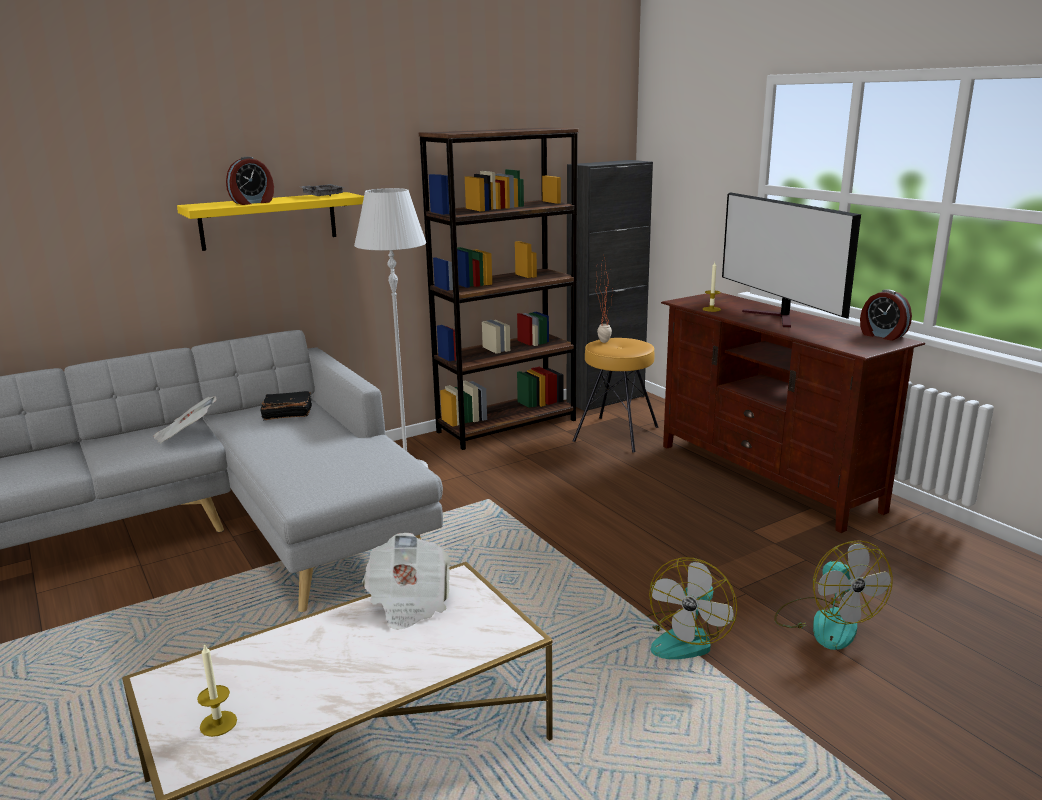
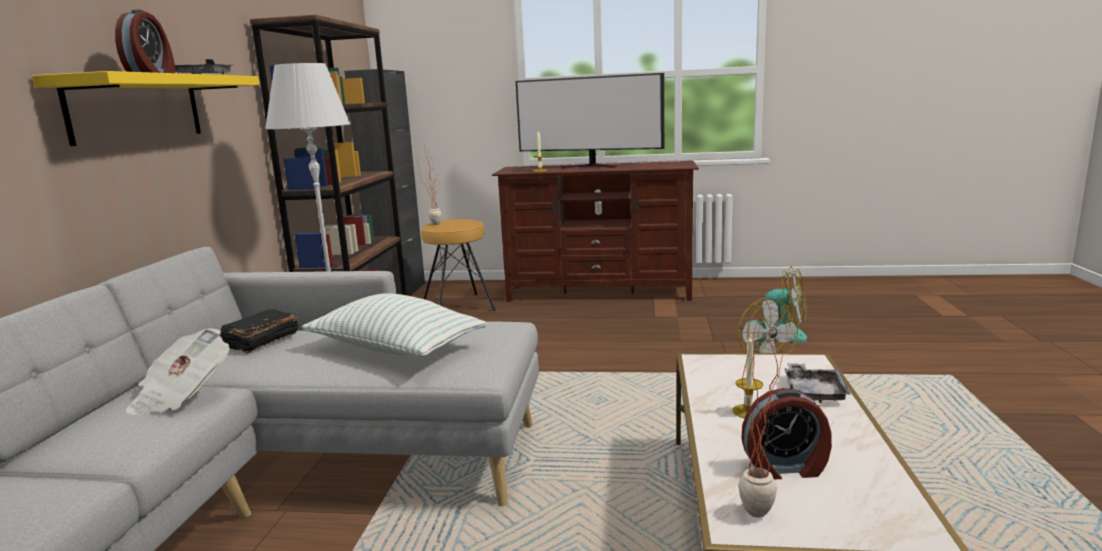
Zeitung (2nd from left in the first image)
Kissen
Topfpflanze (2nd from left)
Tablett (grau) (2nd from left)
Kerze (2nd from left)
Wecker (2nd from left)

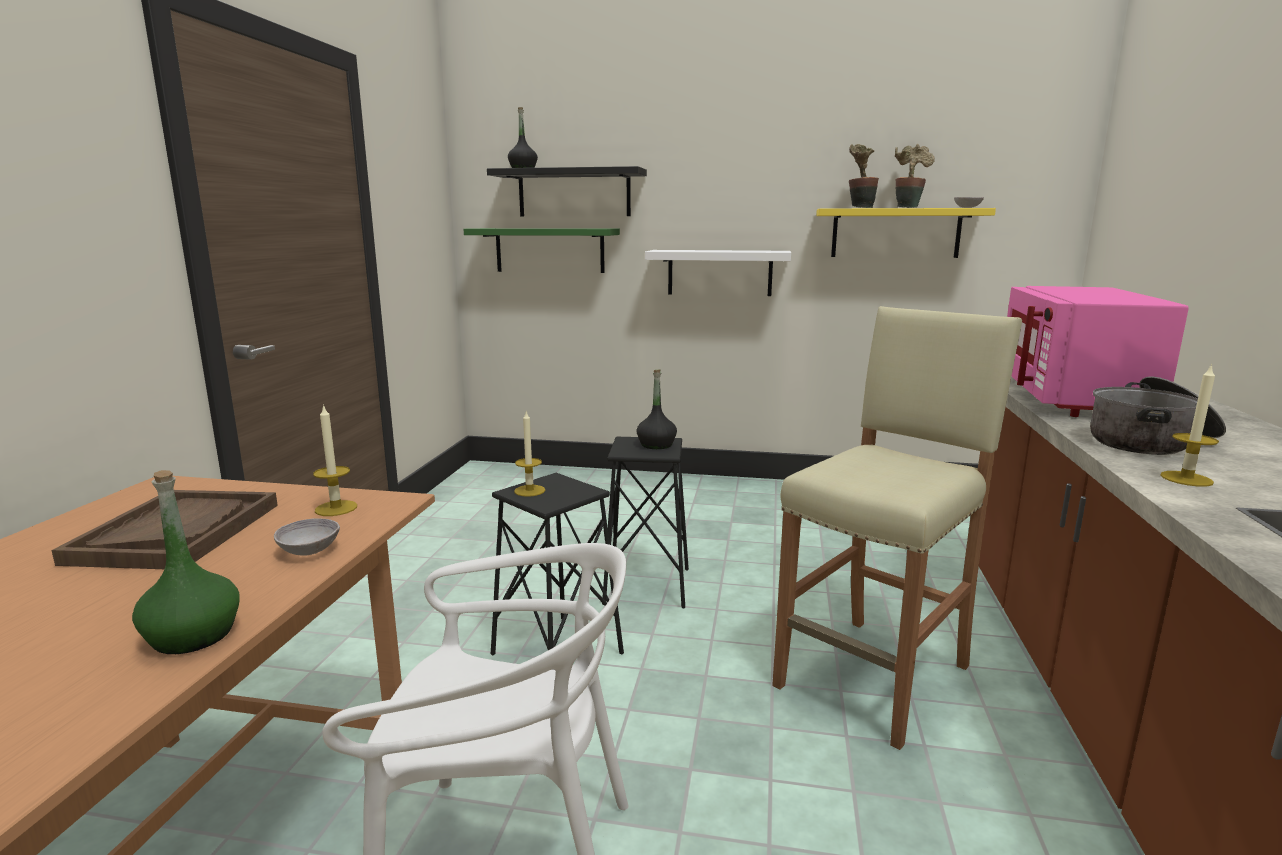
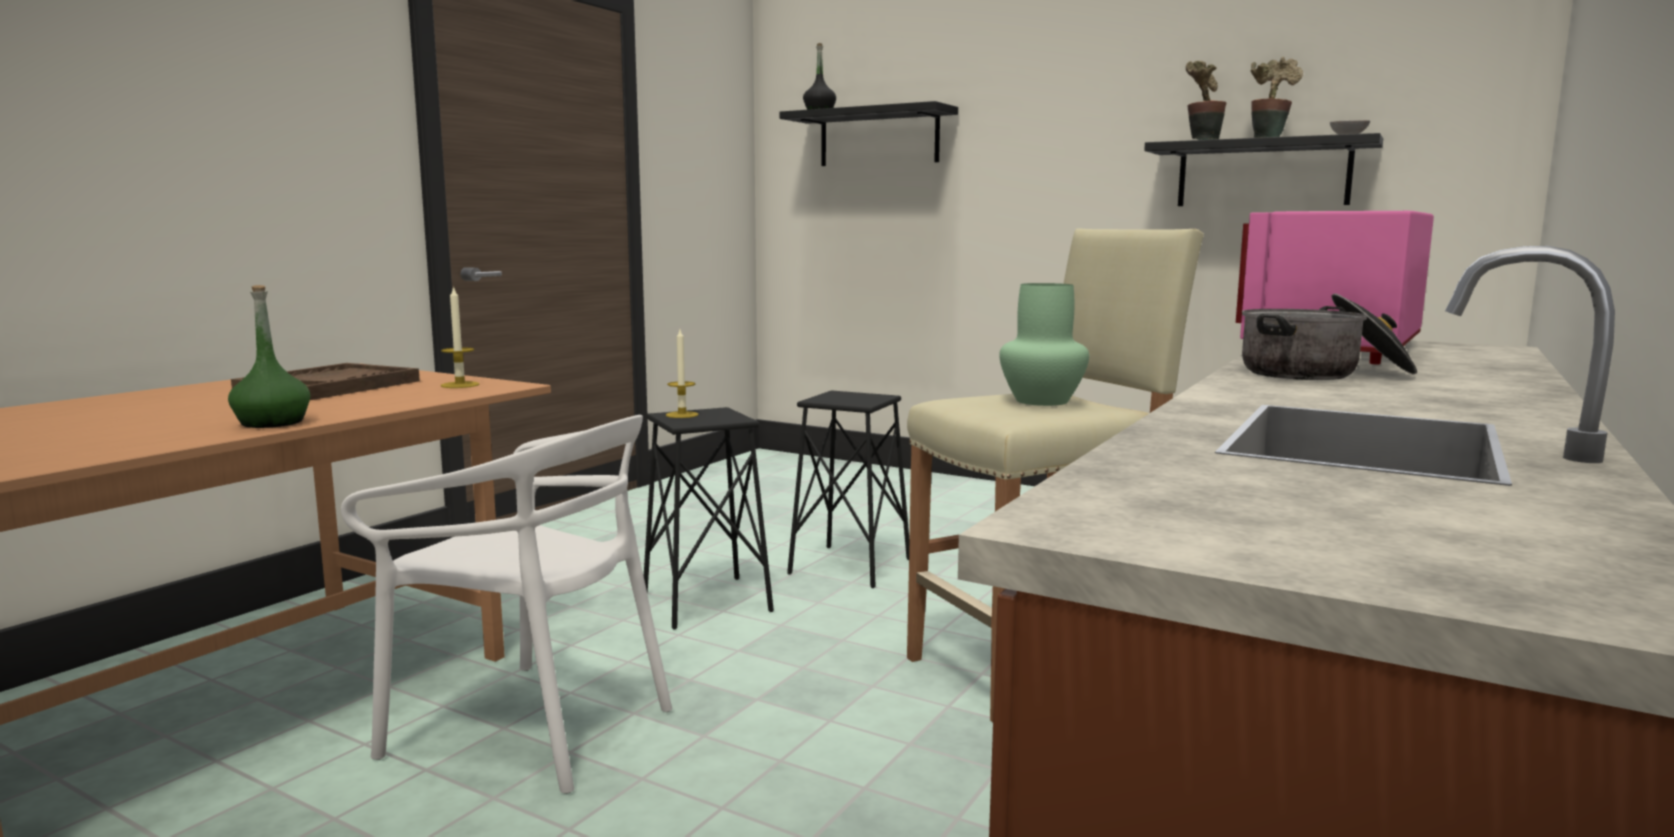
Schüssel (grau) (1st from left in the first image)
Wandregal (grün)
Flasche (schwarz) (2nd from left in the first image)
Wandregal (weiß)
Kerze (3rd from left in the first image)
Vase (grün)
Wandregal (schwarz) (2nd from left)

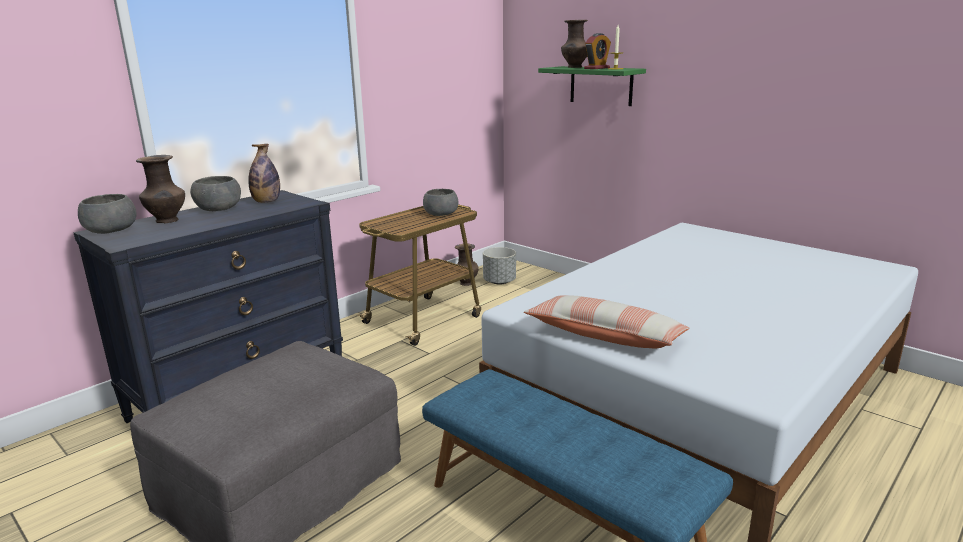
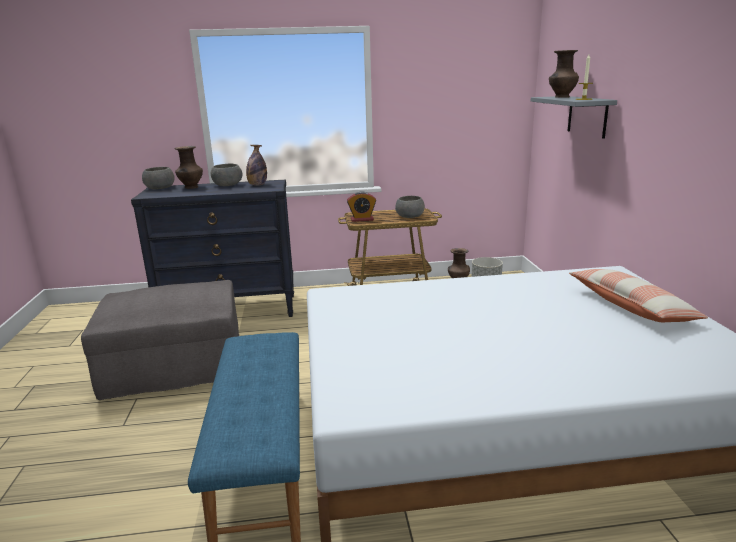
Kissen
Wecker
Wandregal (grau)

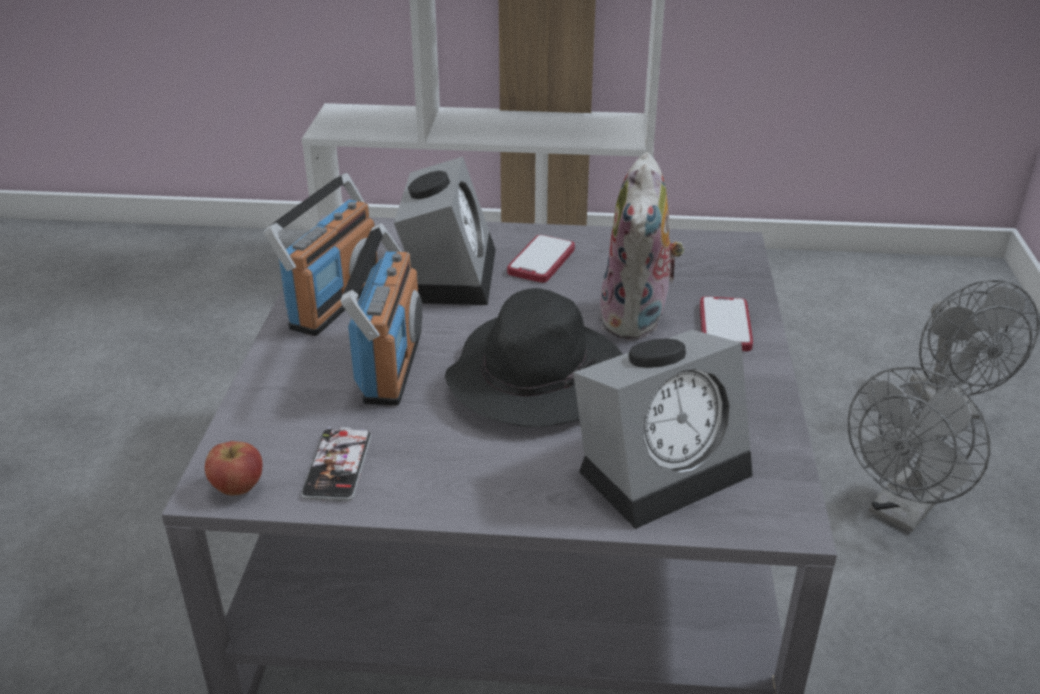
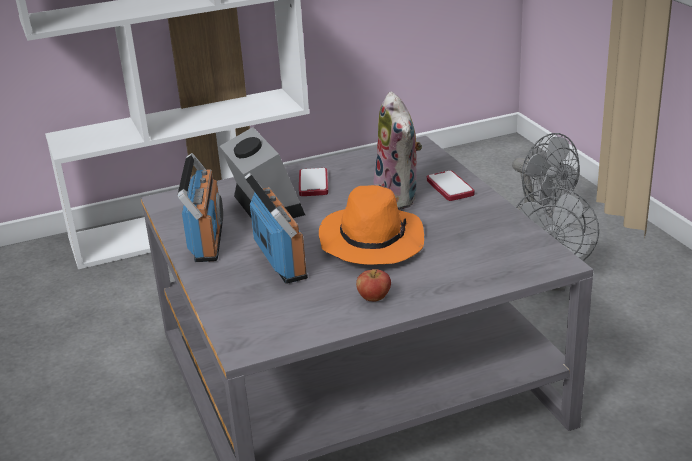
Handy (1st from left in the first image)
Wecker (2nd from left in the first image)
Apfel
Hut (orange)

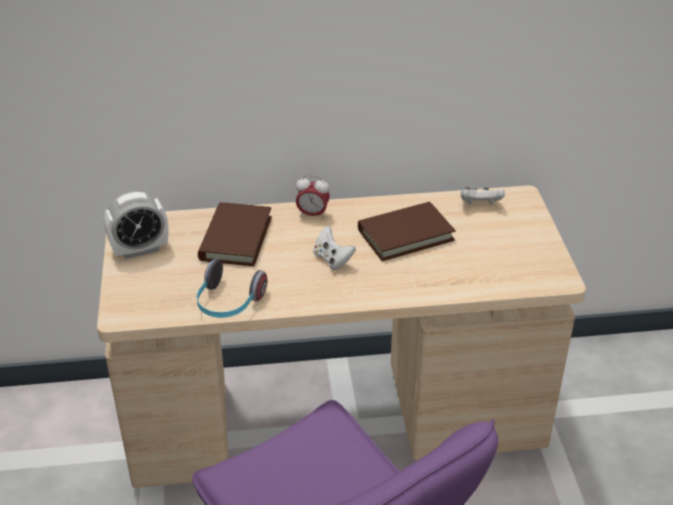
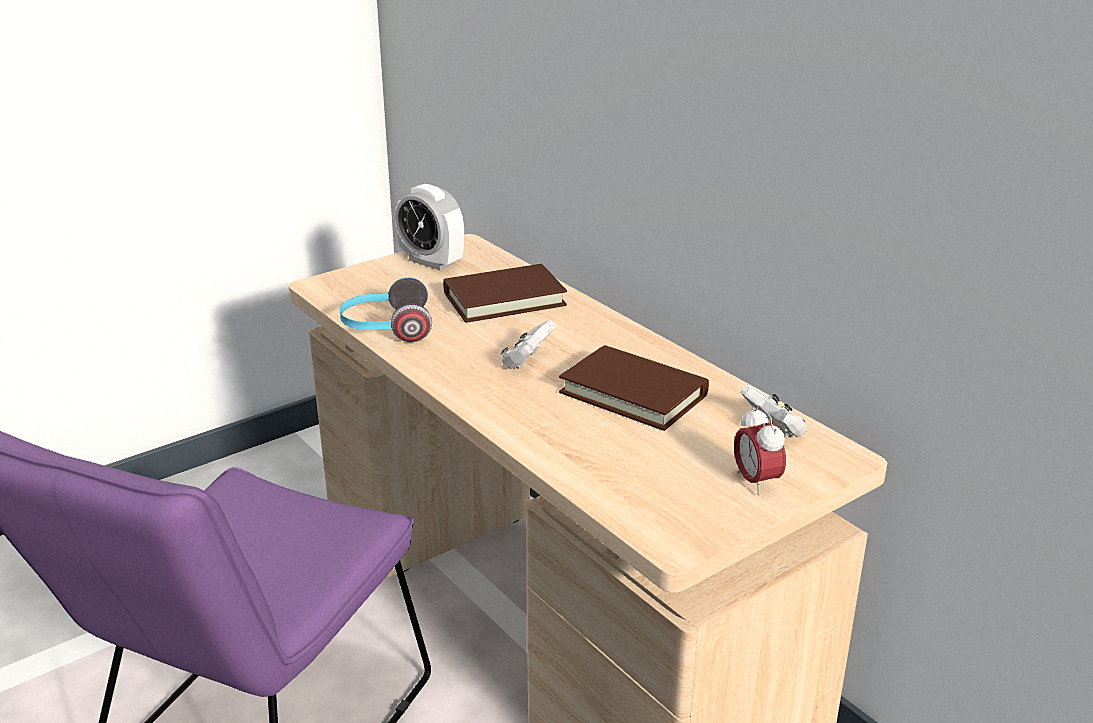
Wecker (2nd from left)

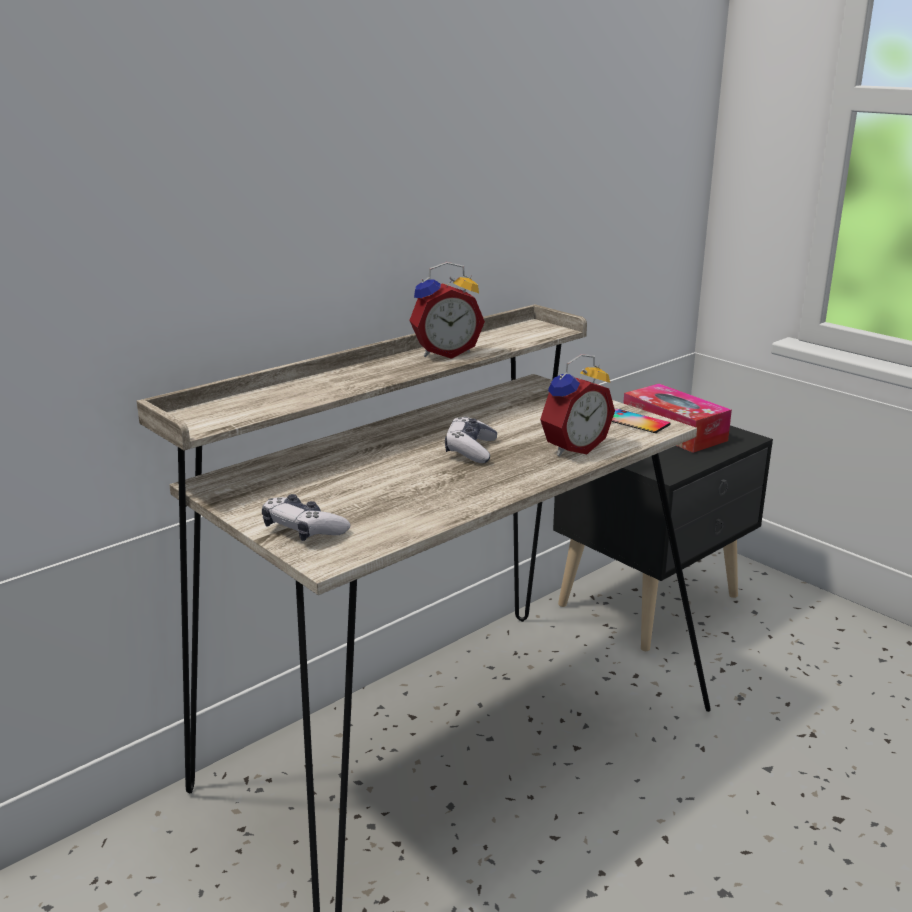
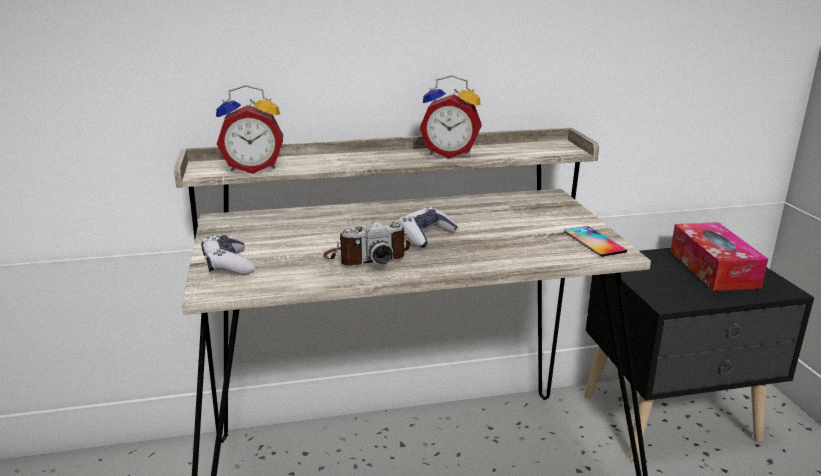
Kamera
Wecker (1st from left)

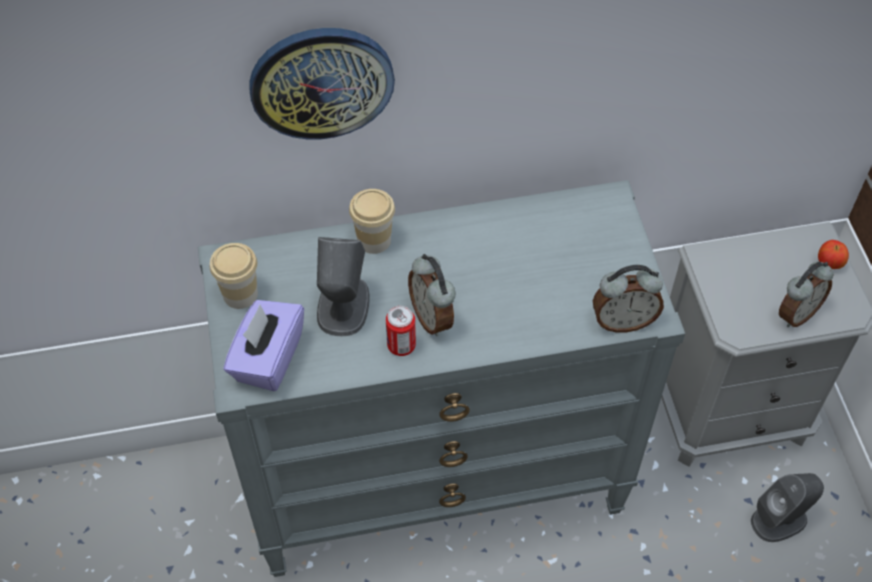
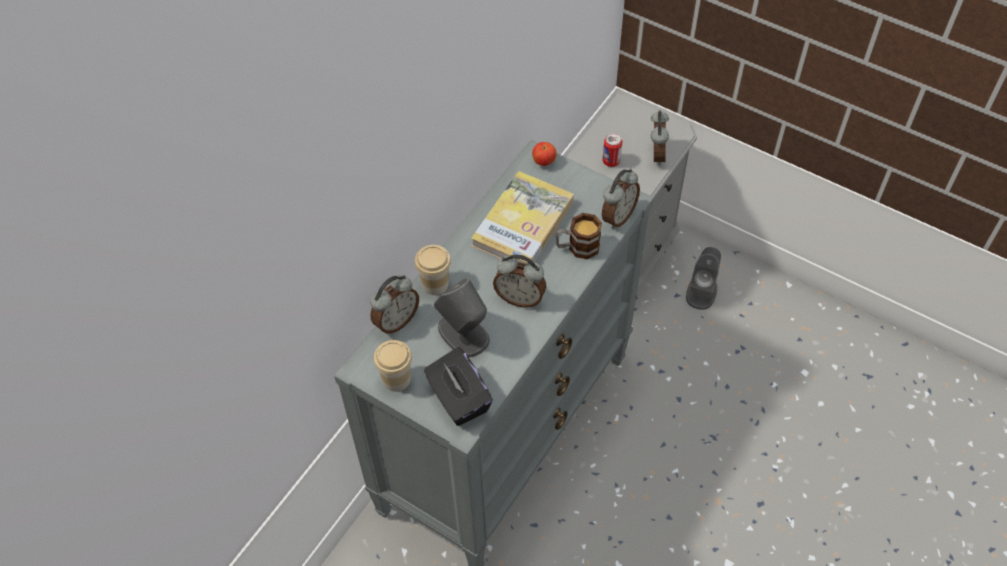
Wanduhr
Wecker (1st from left)
Buch
Henkelbecher
Dose
Apfel
Taschentuchbox (schwarz)

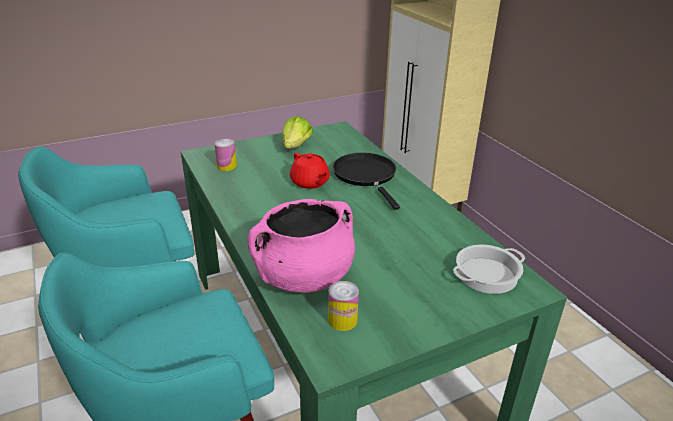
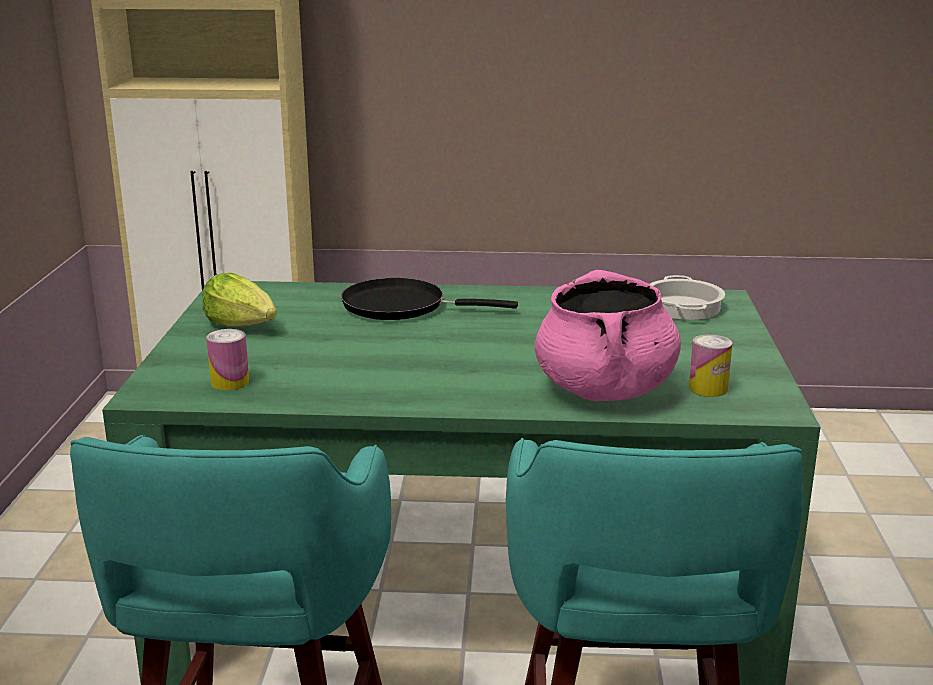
Teekanne (rot)

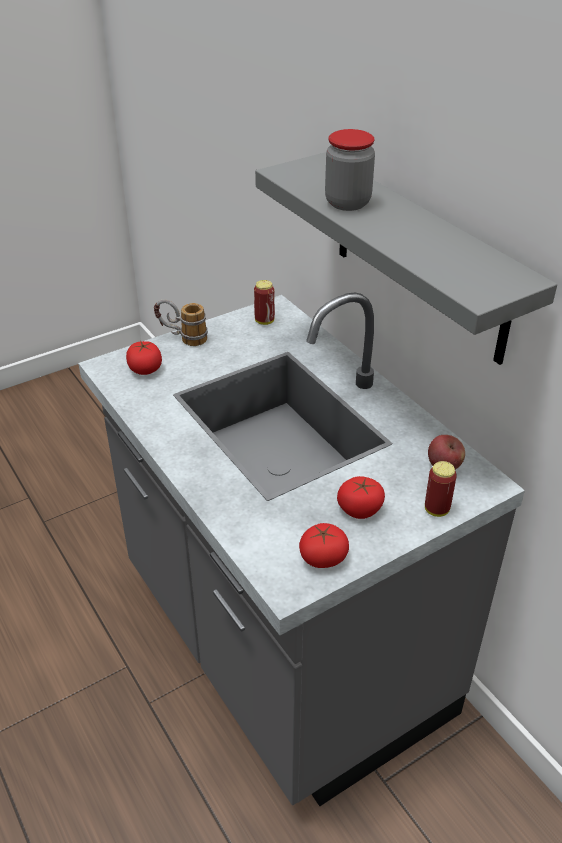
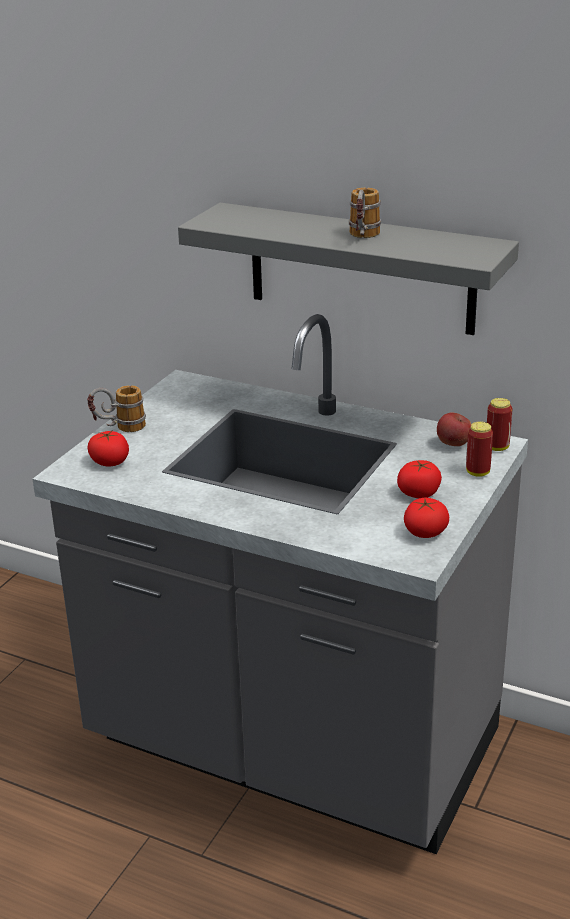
Vorratsglas
Henkelbecher (2nd from left)
Dose (2nd from left)

